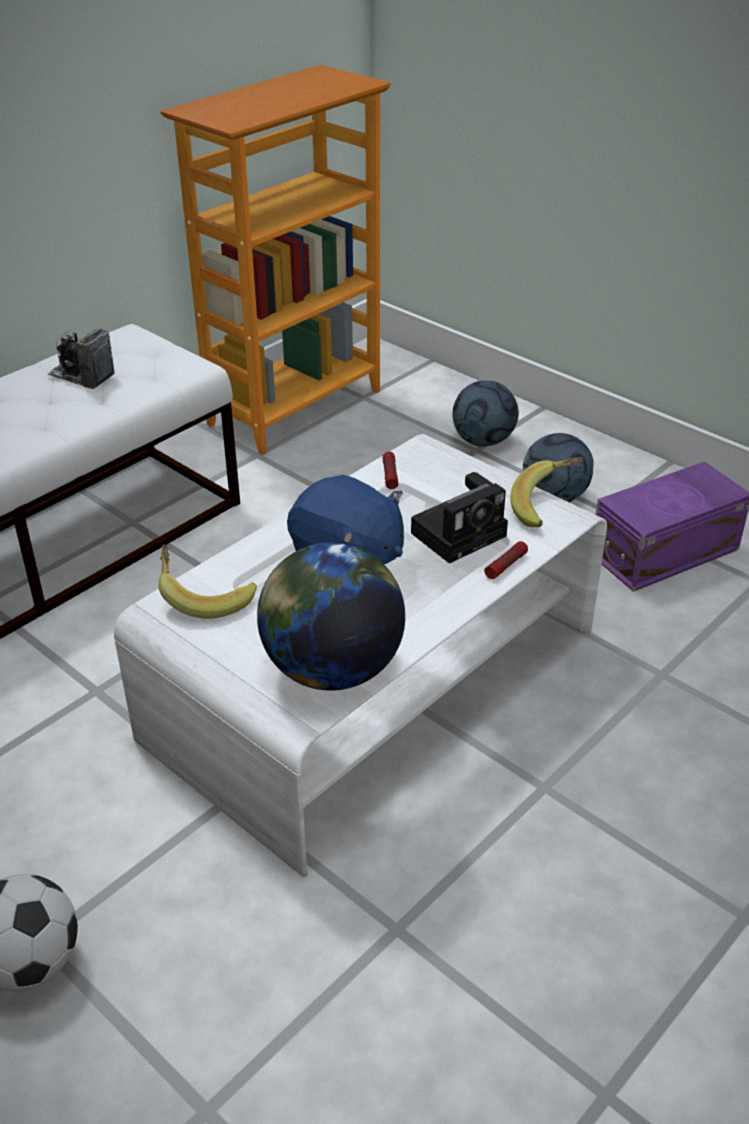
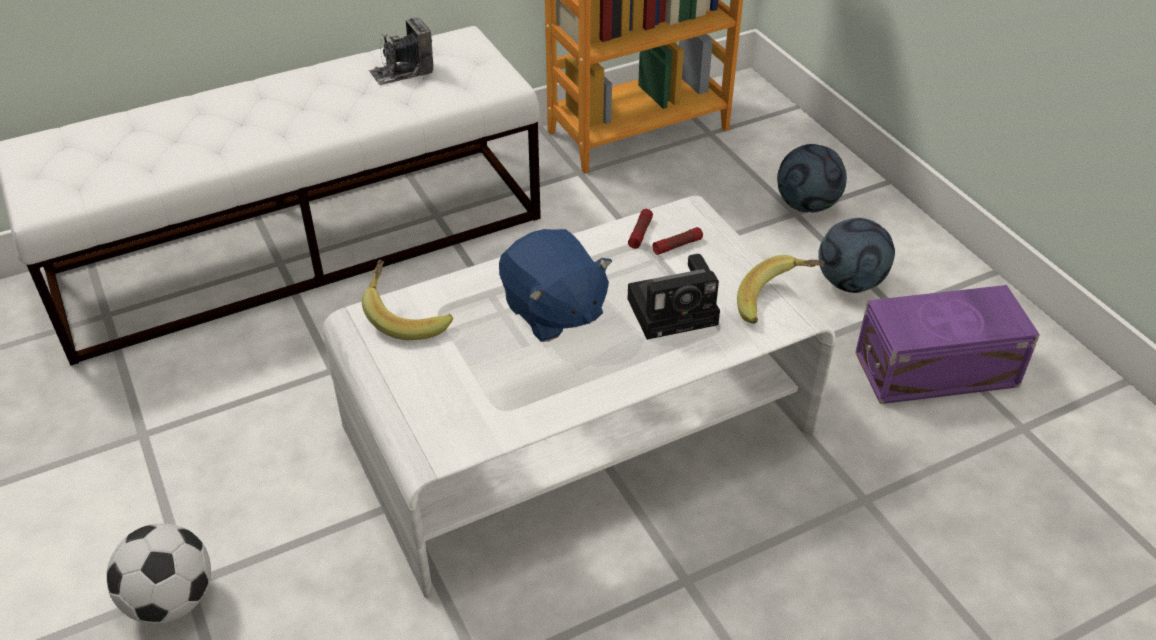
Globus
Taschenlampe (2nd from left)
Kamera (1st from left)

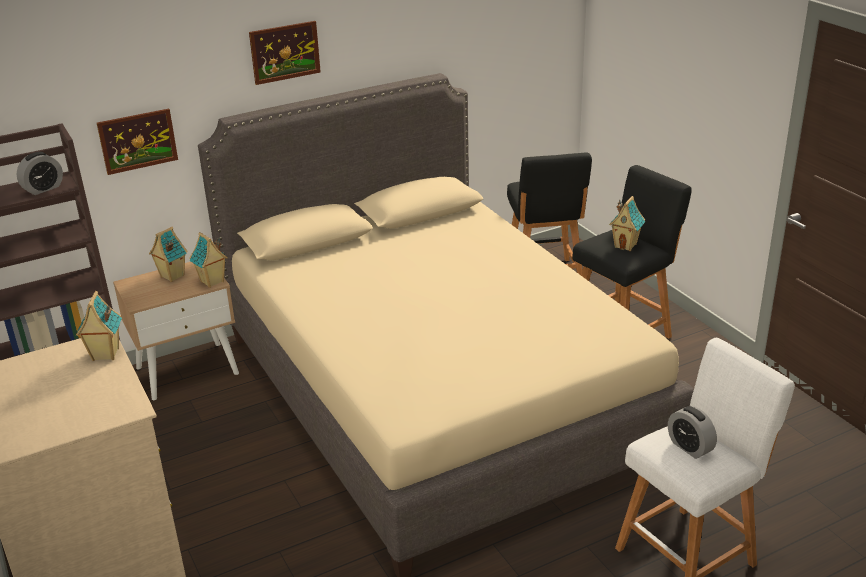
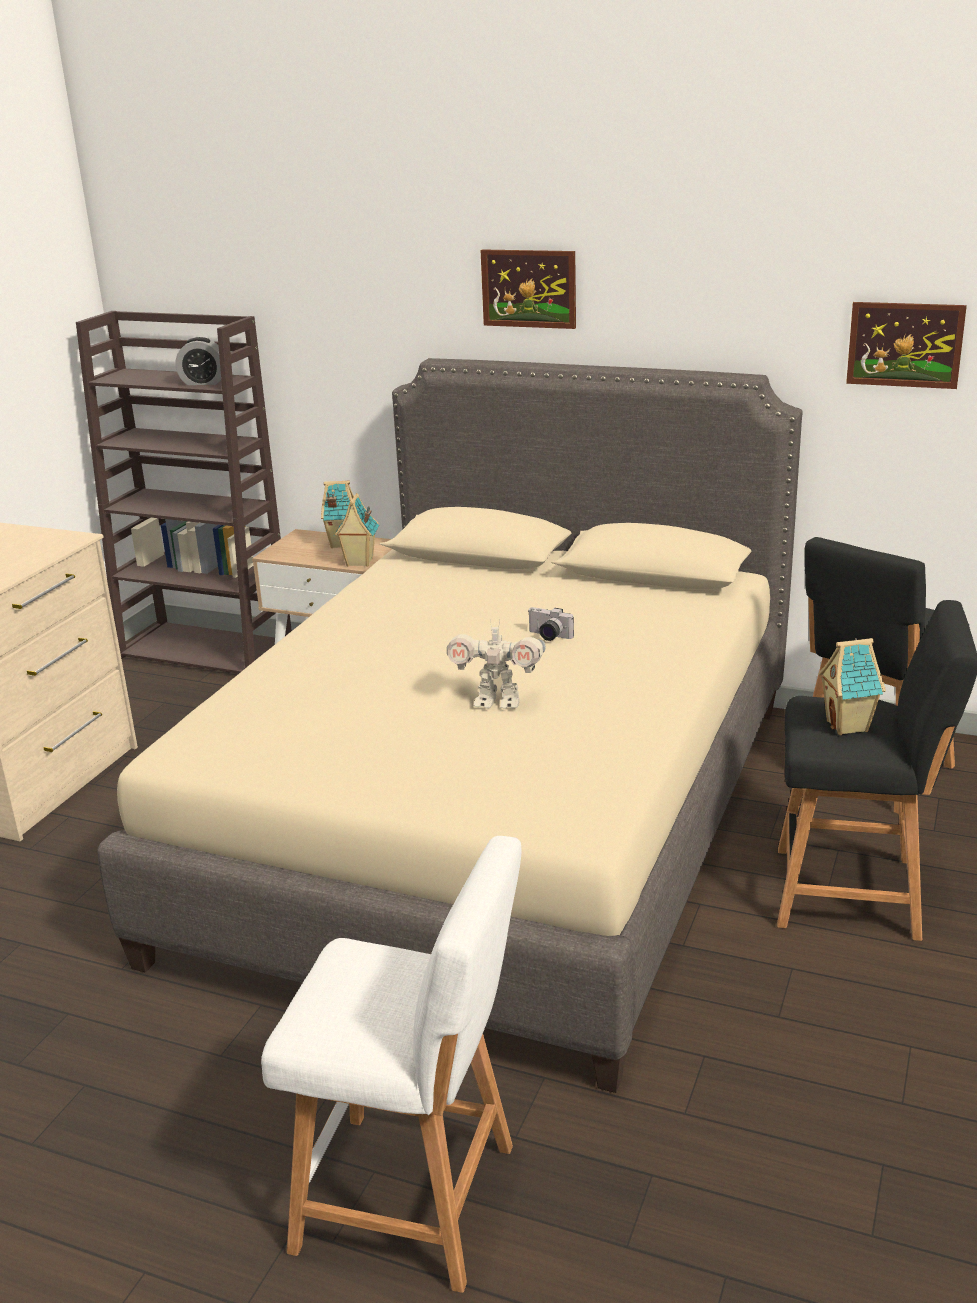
Spielzeughaus (1st from left in the first image)
Wecker (2nd from left in the first image)
Spielzeugroboter
Kamera
Bild (2nd from left)

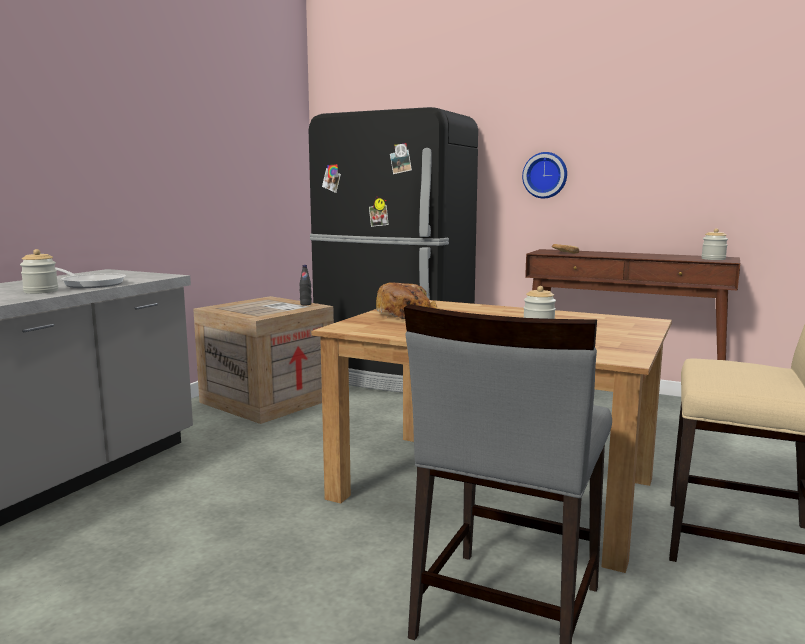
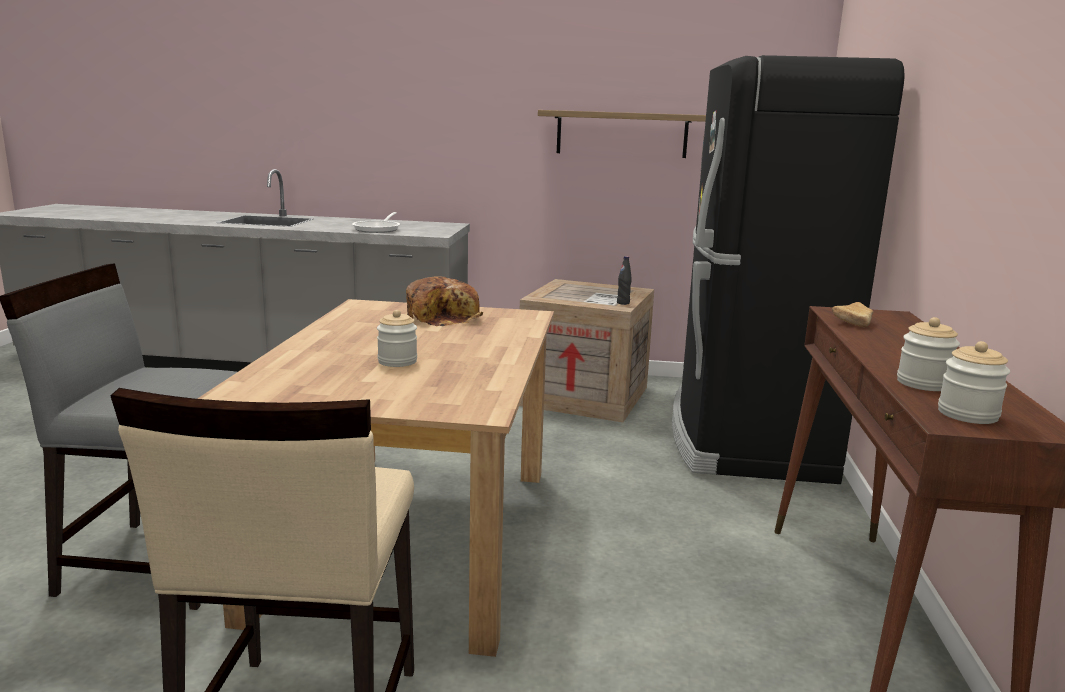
Wanduhr
Wandregal
Vorratsglas (2nd from left)

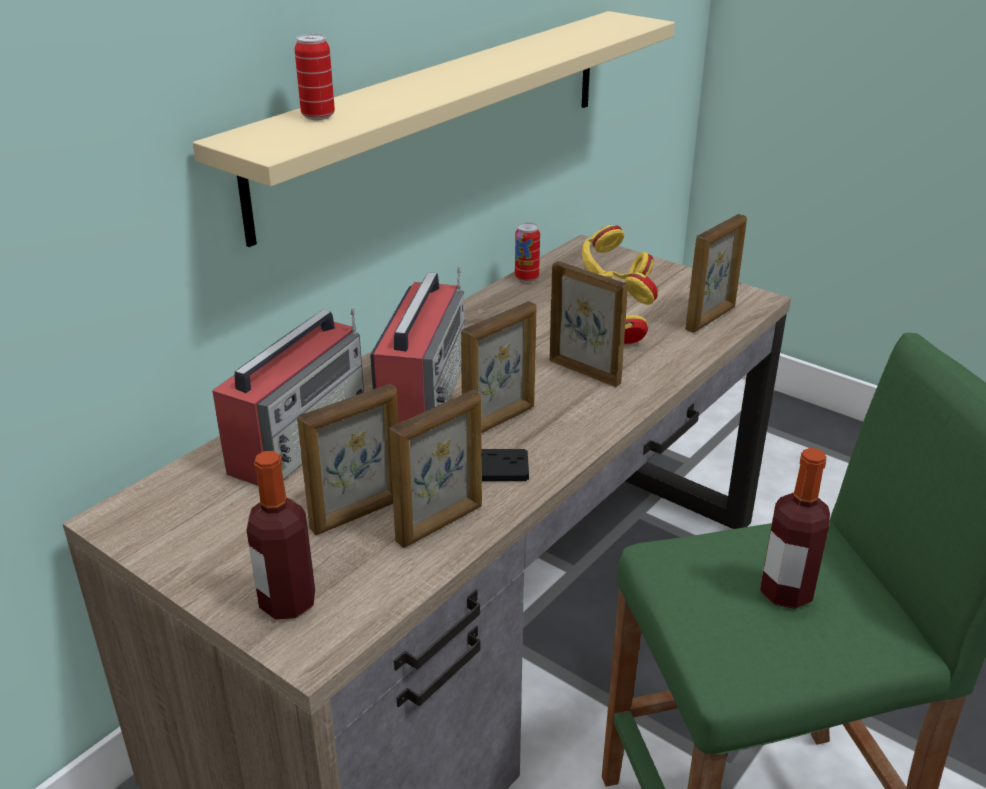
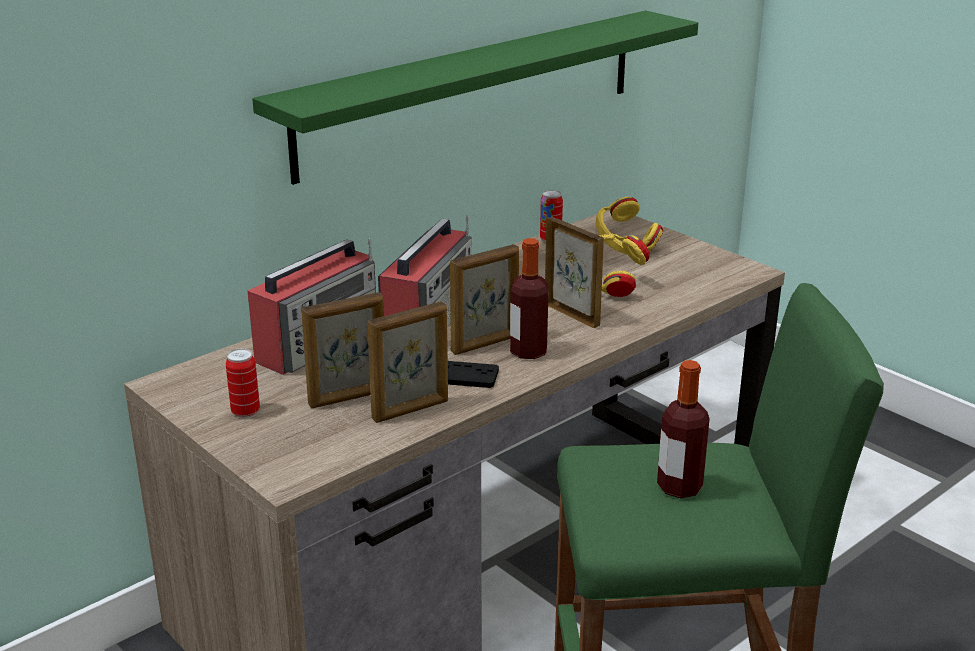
Bilderrahmen (5th from left in the first image)
Flasche (1st from left)
Dose (1st from left)
Wandregal (grün)

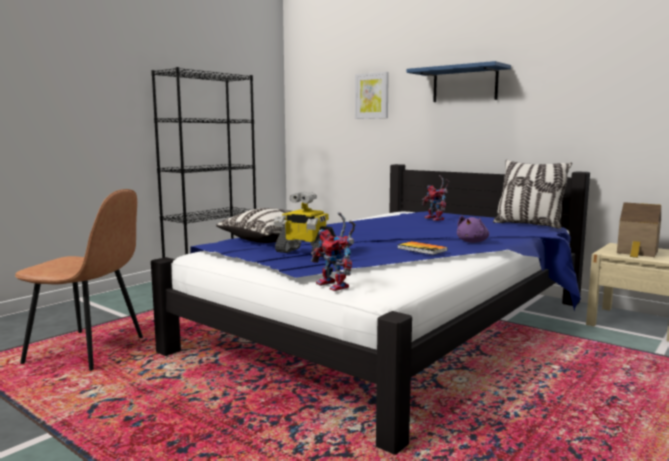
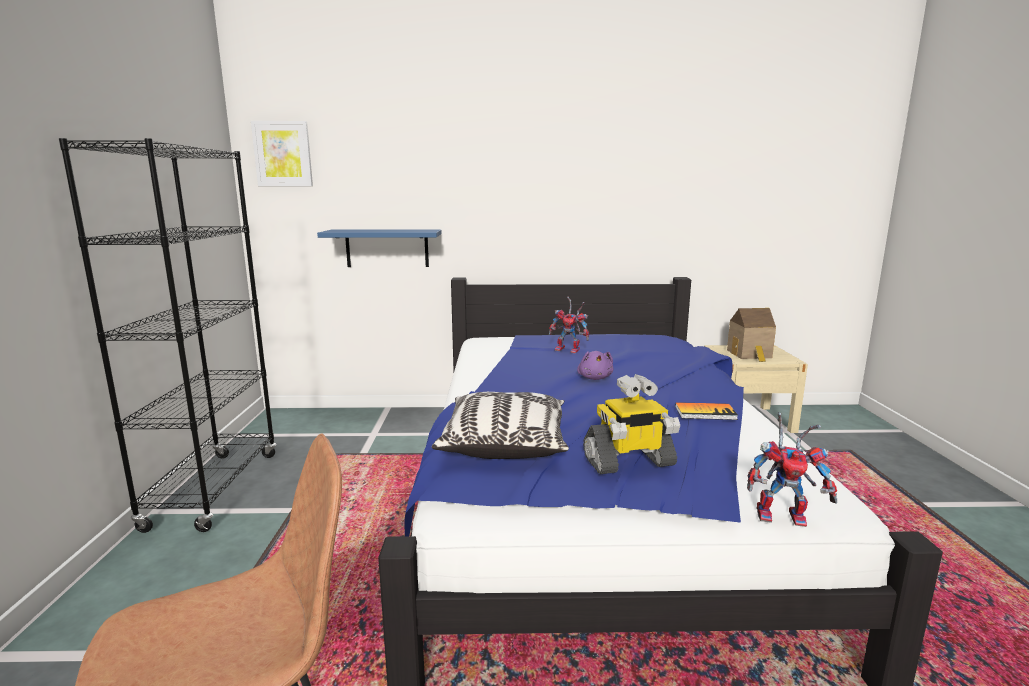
Kissen (2nd from left in the first image)
Bild
Wandregal (blau)
Plüschtier (lila)

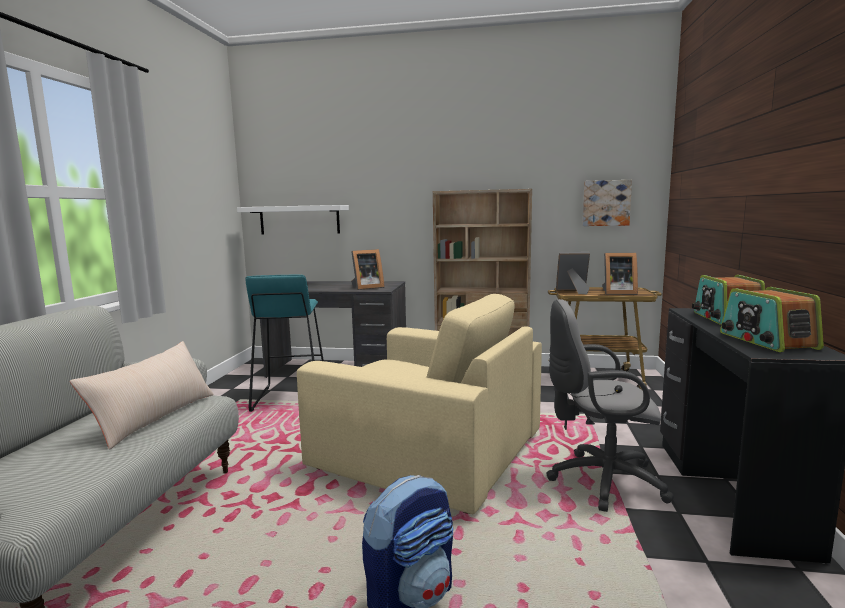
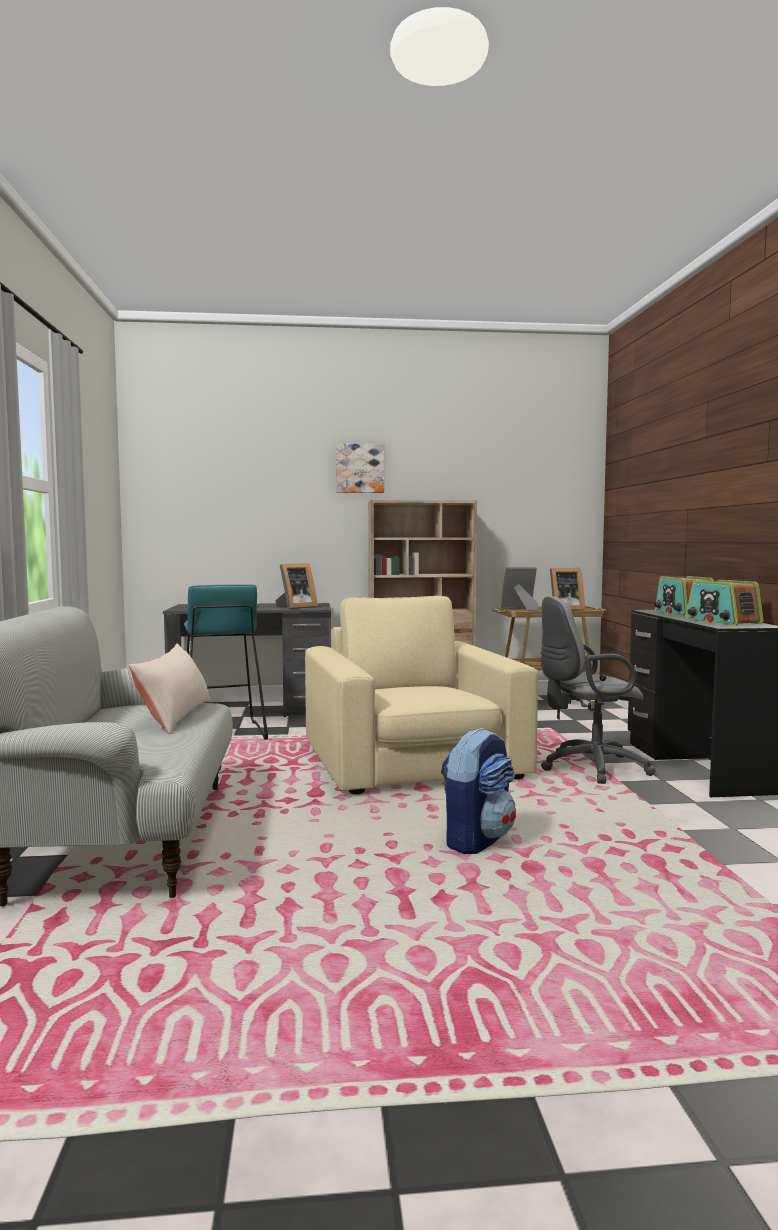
Wandregal (weiß)
Bild
Sessel (beige)

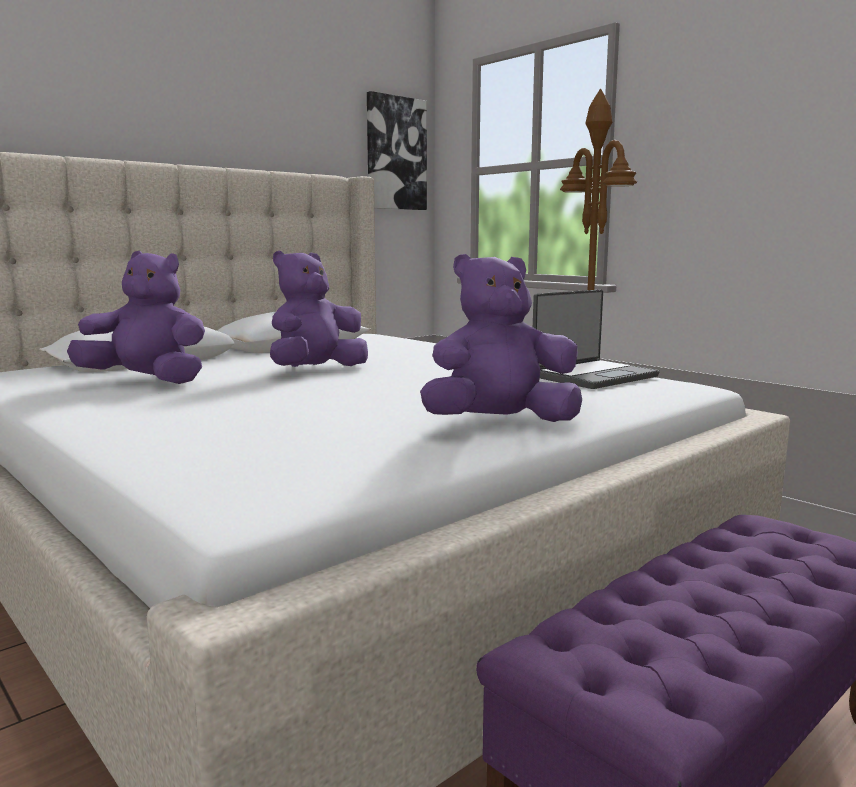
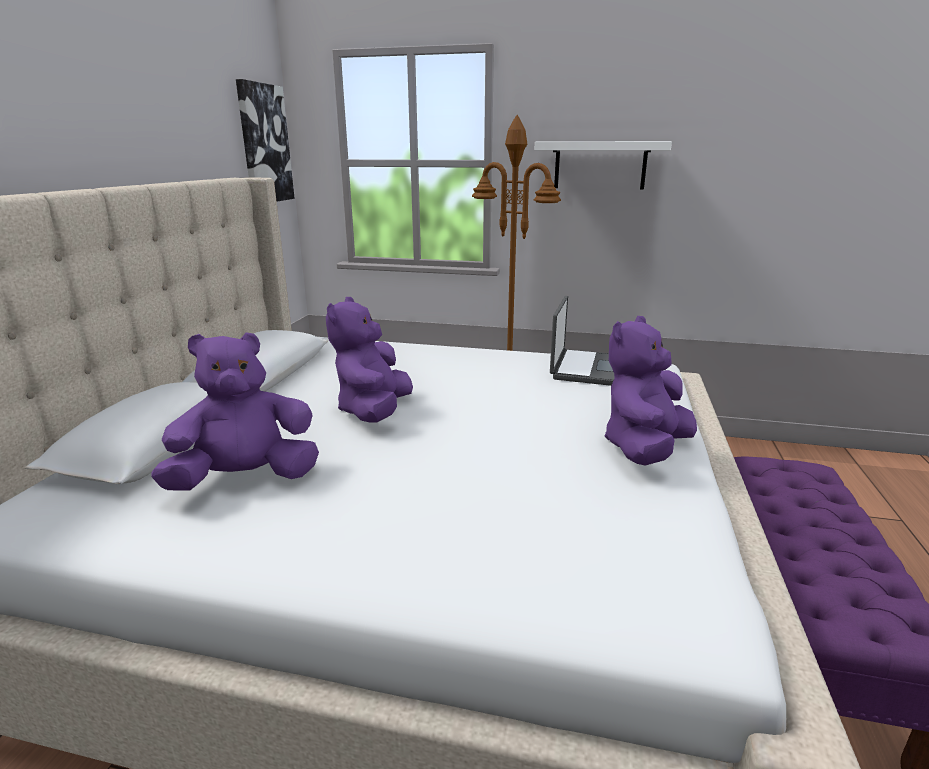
Wandregal (weiß)

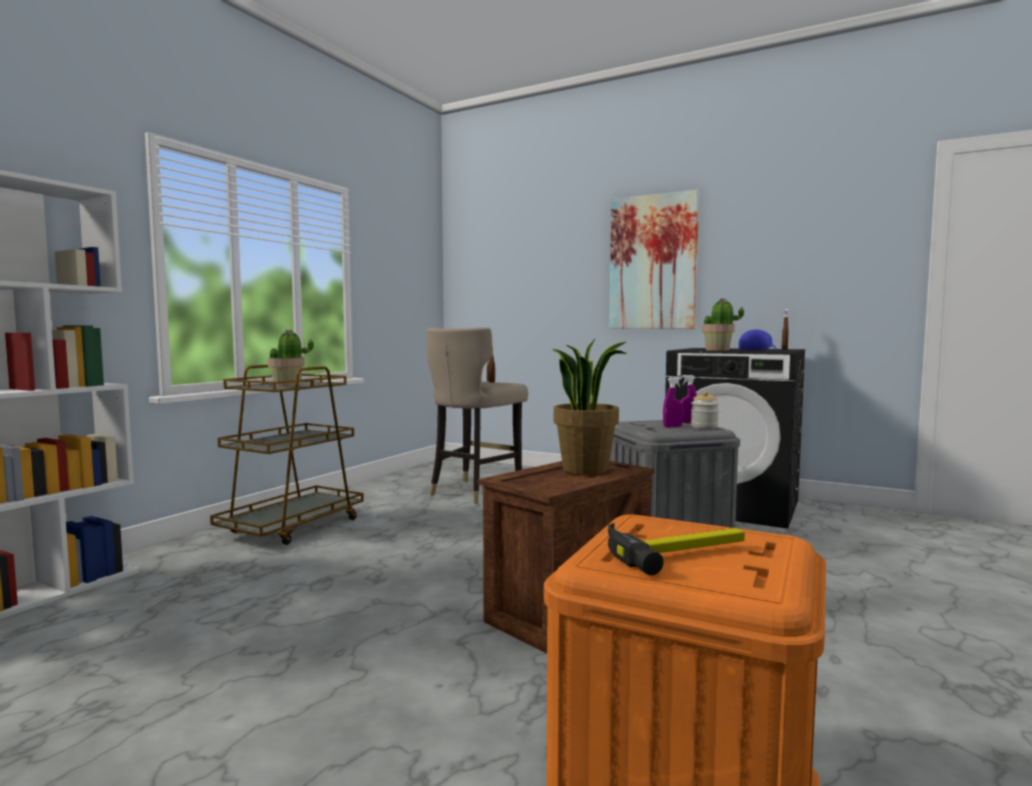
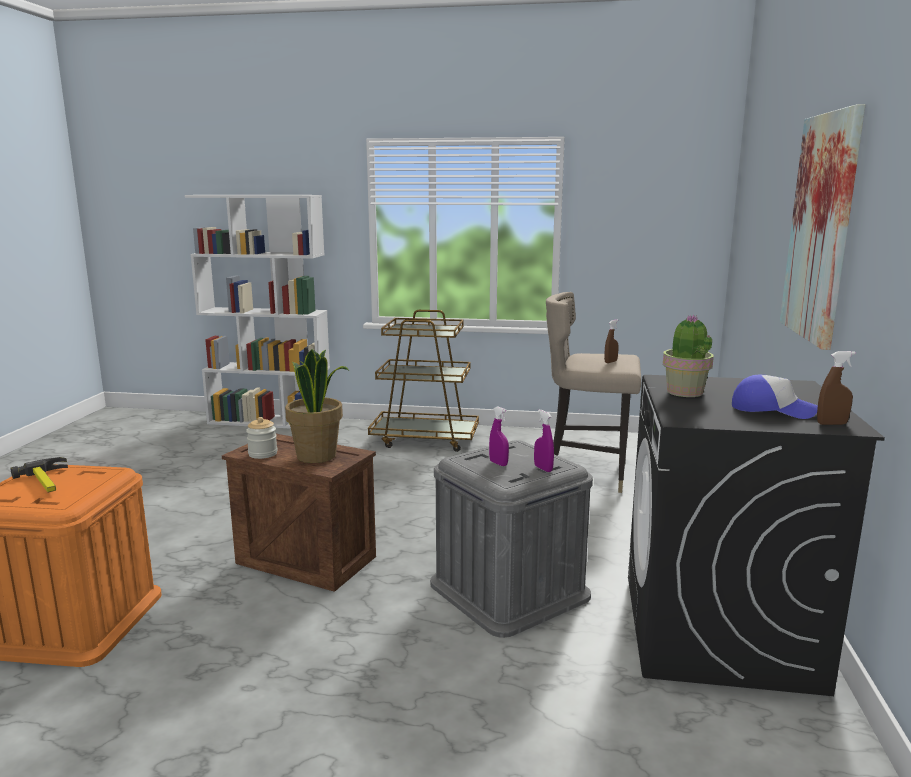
Topfpflanze (1st from left in the first image)
Vorratsglas

